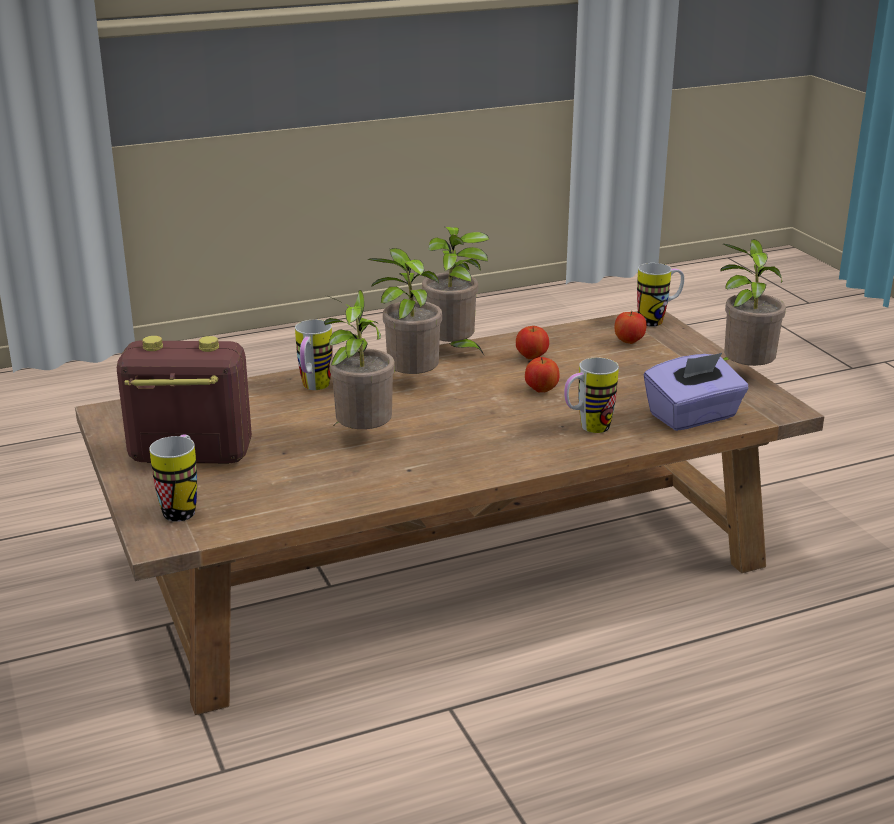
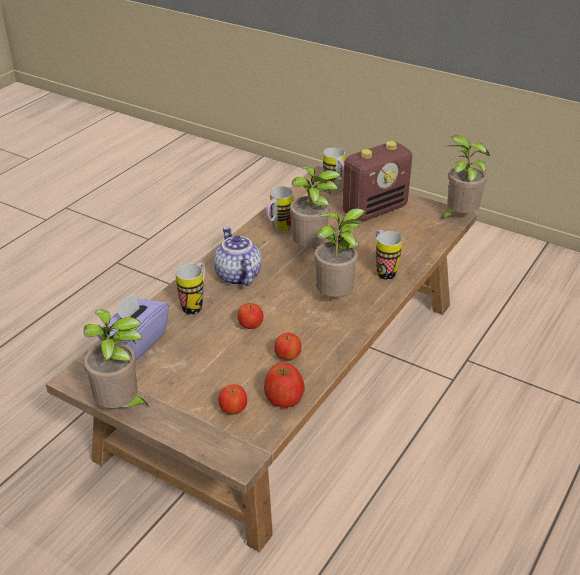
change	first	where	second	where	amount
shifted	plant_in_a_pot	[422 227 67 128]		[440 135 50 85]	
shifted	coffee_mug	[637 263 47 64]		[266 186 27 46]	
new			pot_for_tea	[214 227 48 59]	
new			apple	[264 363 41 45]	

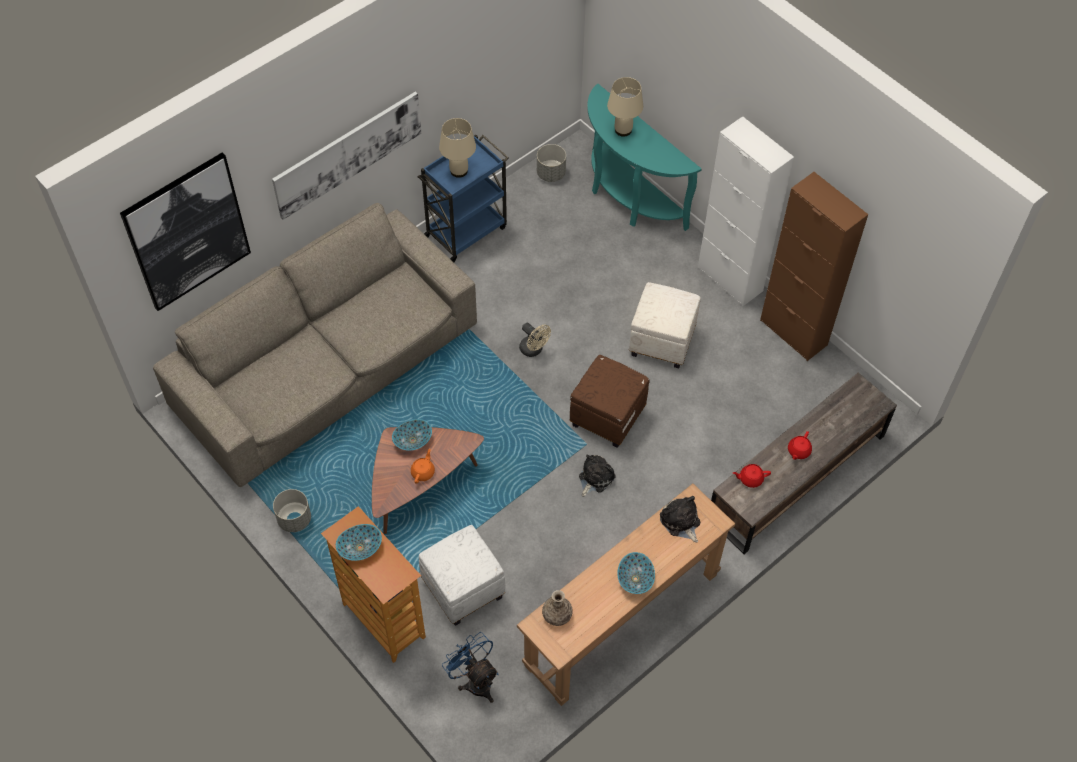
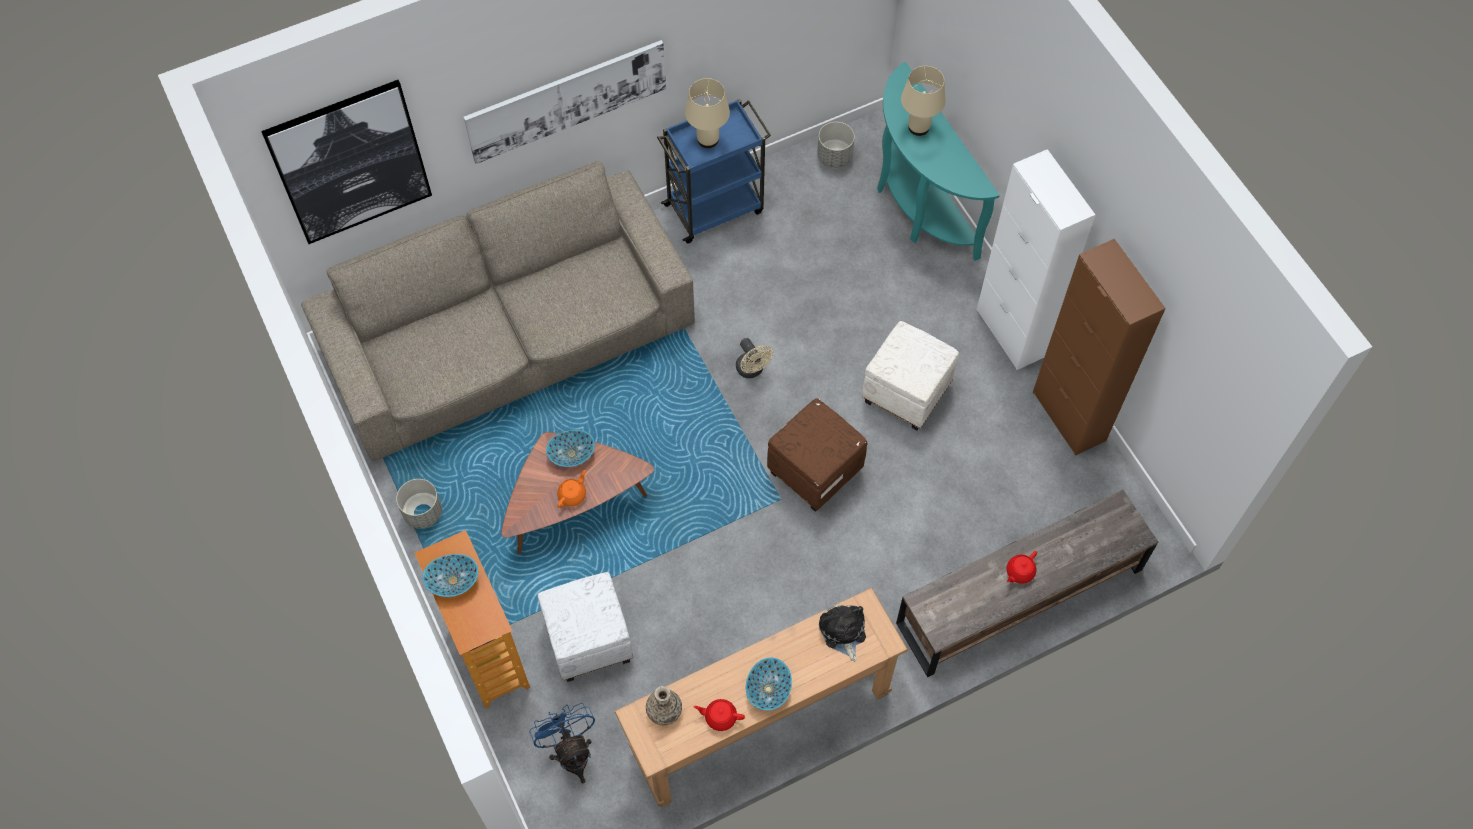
change	first	where	second	where	amount
gone	cuddly_toy	[579 455 37 42]			
shifted	red_pot_for_tea	[733 464 38 24]		[694 699 51 32]	

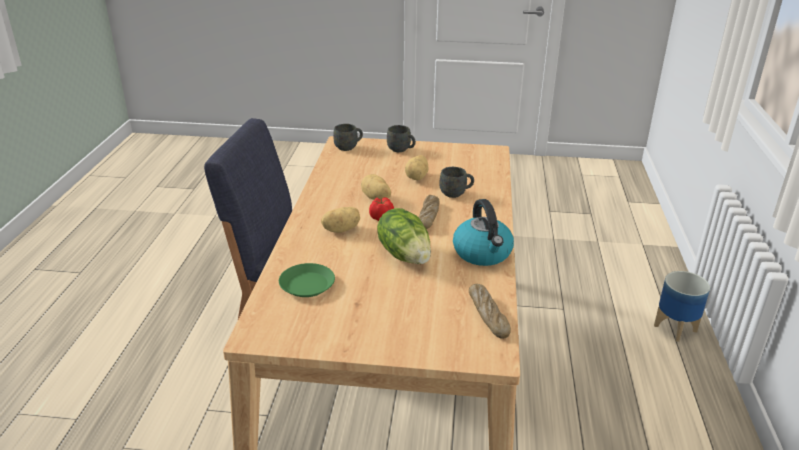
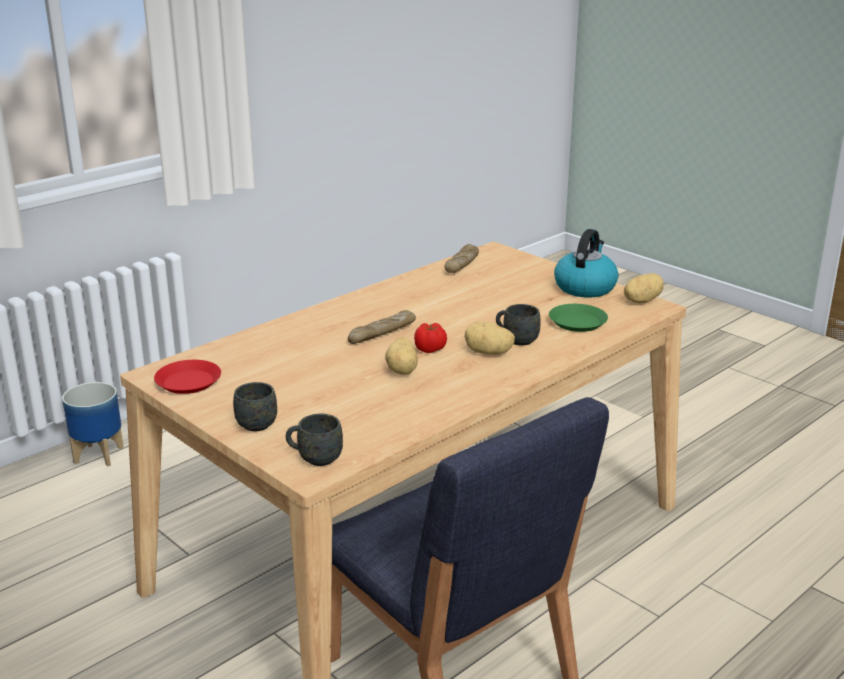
change	first	where	second	where	amount
shifted	potato	[405 155 23 25]		[624 273 40 30]	
shifted	greyish_coffee_mug	[440 167 34 31]		[496 304 45 42]	
shifted	water_kettle	[453 199 61 67]		[554 229 65 69]	
gone	head_of_lettuce	[377 208 54 56]			
new			red_plate	[154 360 67 34]	

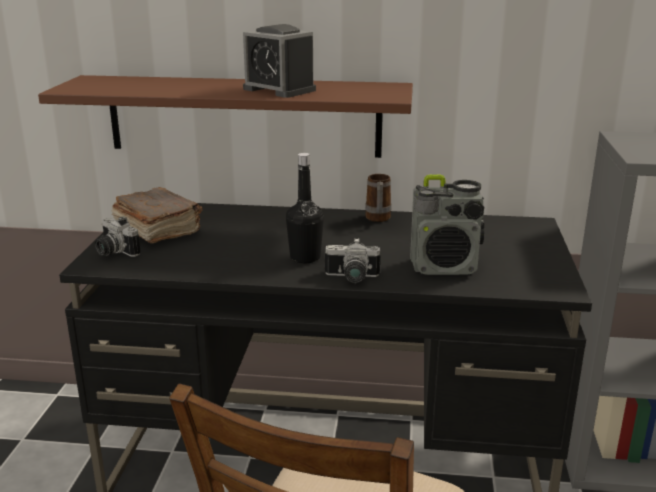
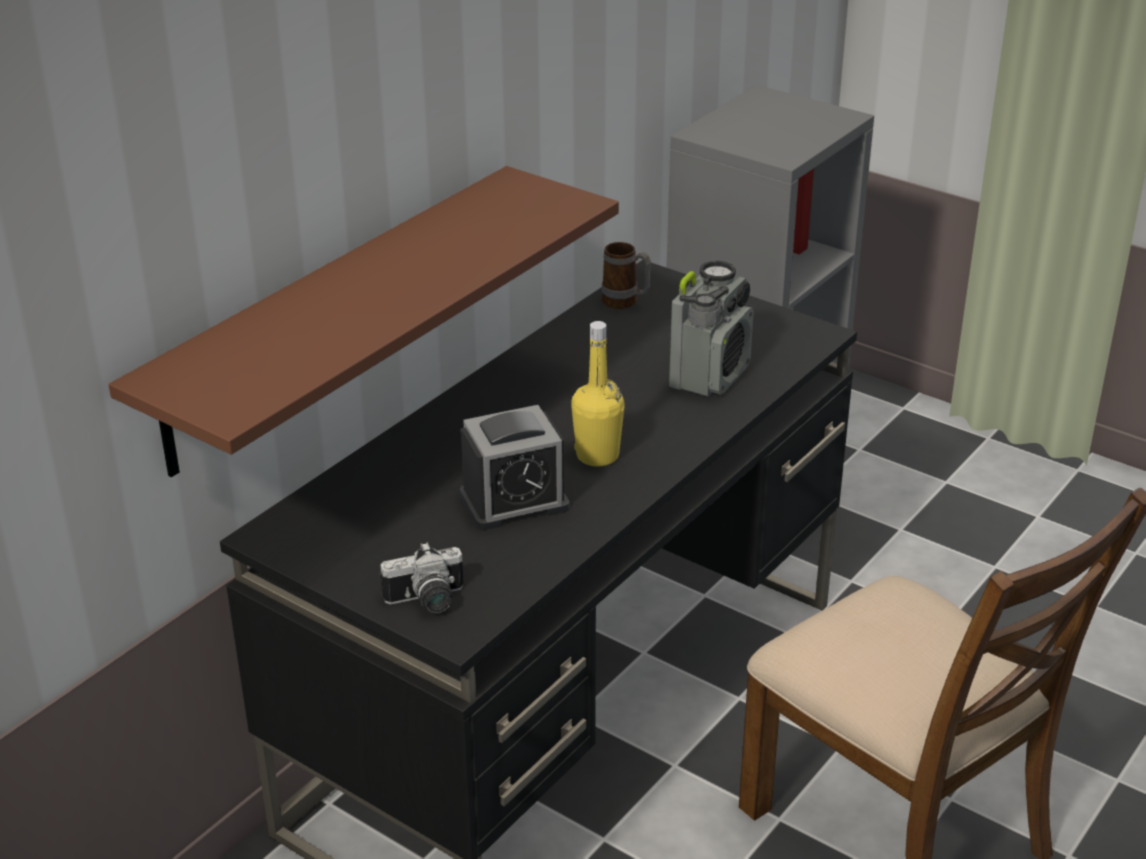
change	first	where	second	where	amount
shifted	table_clock	[243 24 73 74]		[460 405 109 125]	
repainted	black-coloured_beverage_bottle	[286 153 38 110]	yellow-coloured_beverage_bottle	[571 321 54 145]	
shifted	coffee_mug	[365 174 26 48]		[602 242 49 67]	
gone	brownish_book	[112 187 90 56]			
gone	still_camera	[325 238 56 45]			

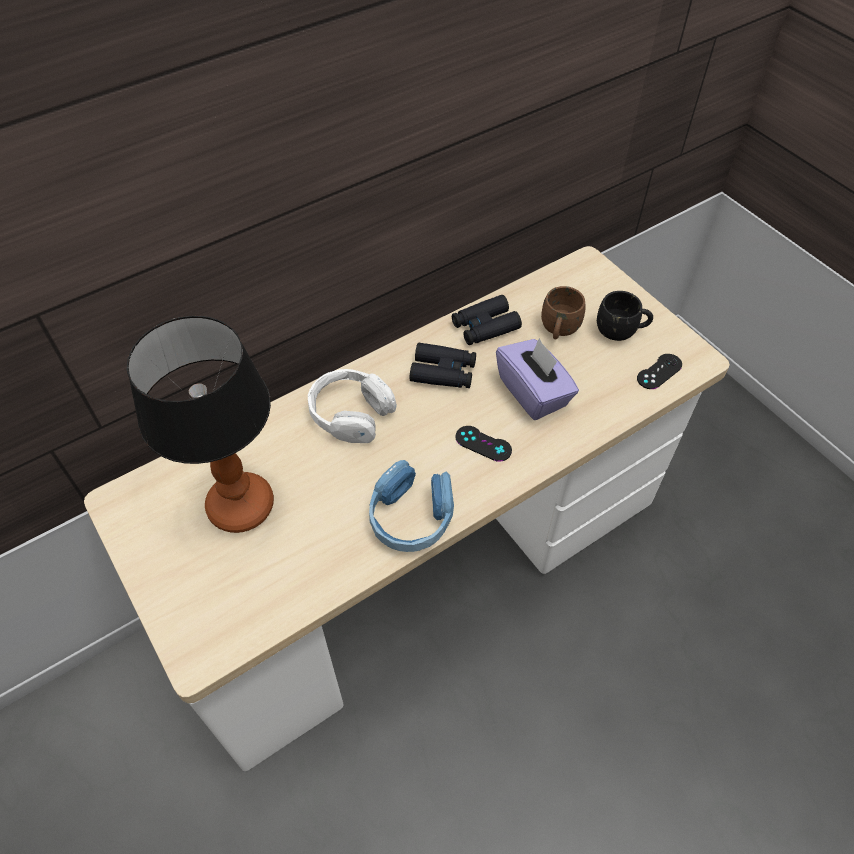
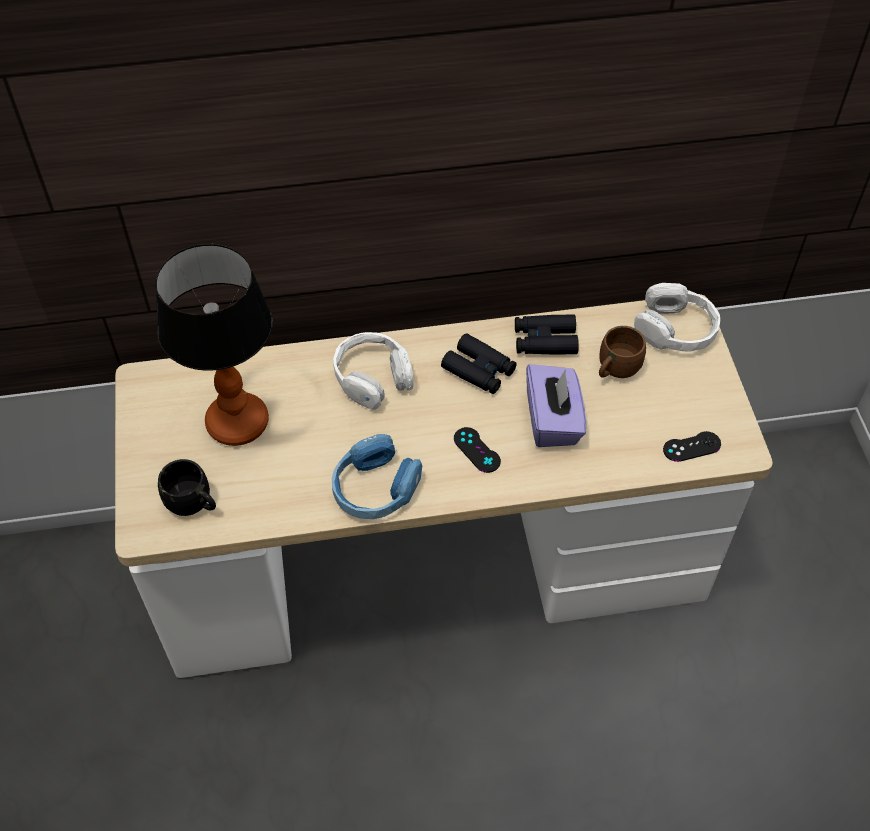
change	first	where	second	where	amount
shifted	black-coloured_coffee_mug	[597 291 56 50]		[158 459 58 57]	
new			white_pair_of_headphones	[634 283 86 69]	

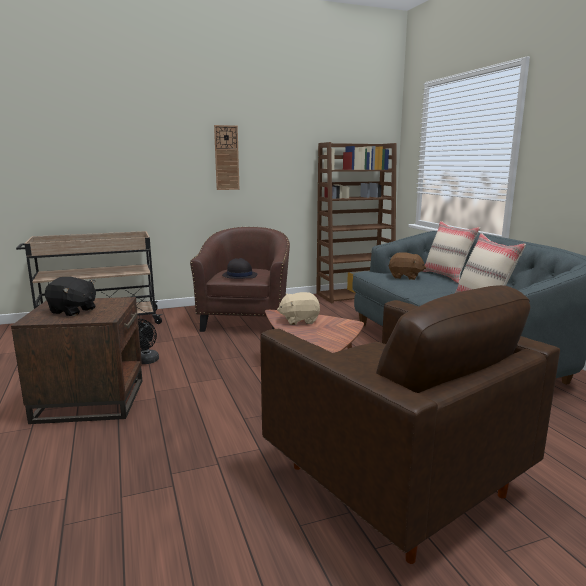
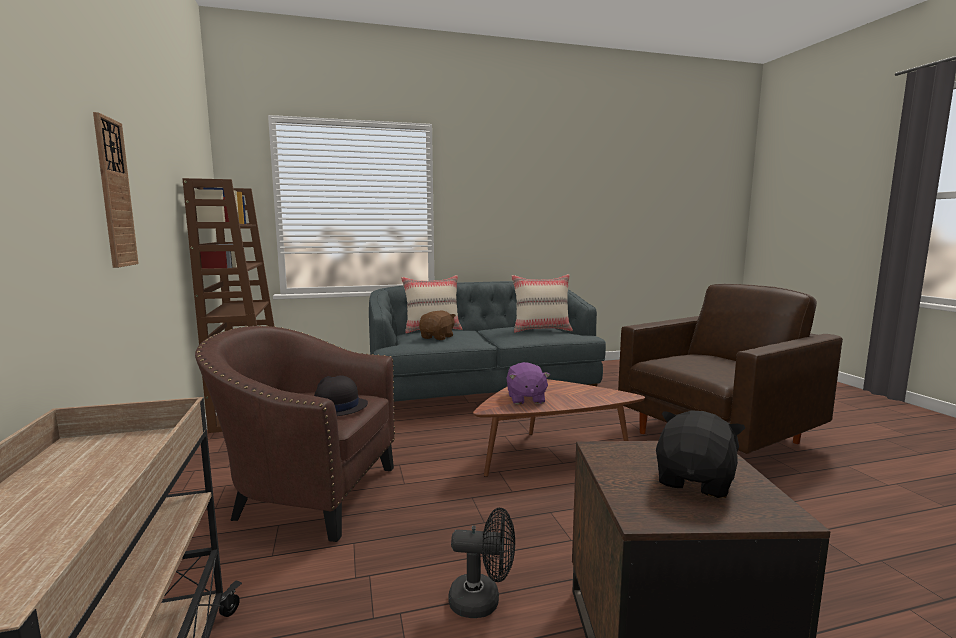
change	first	where	second	where	amount
repainted	beige_cuddly_toy	[277 292 43 33]	purplish_cuddly_toy	[507 362 43 43]	

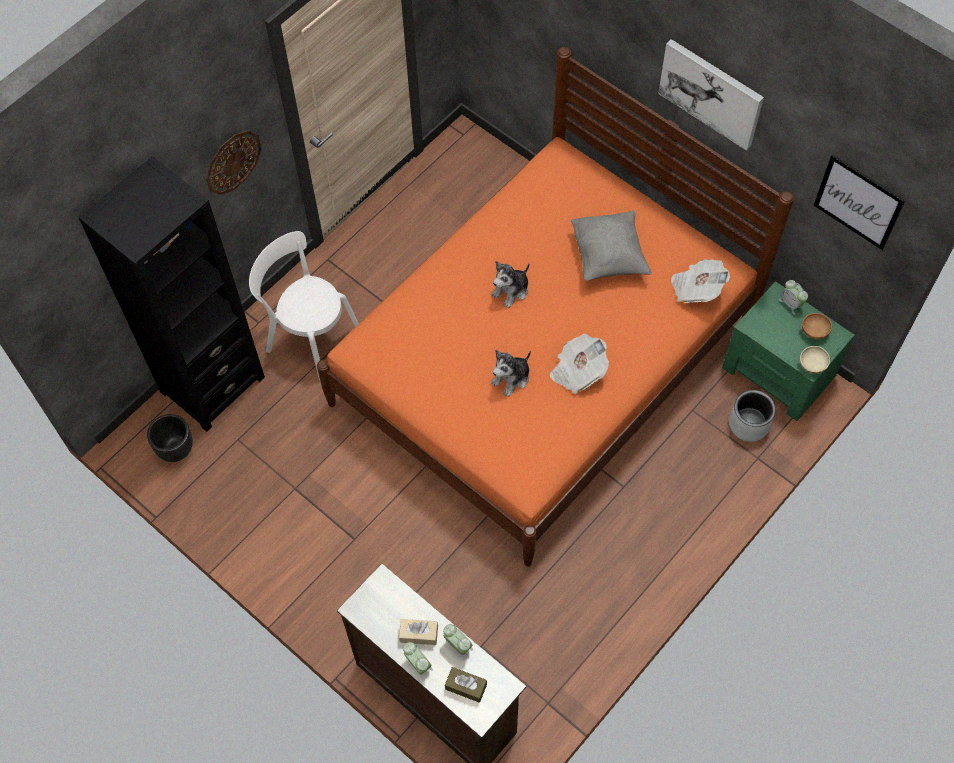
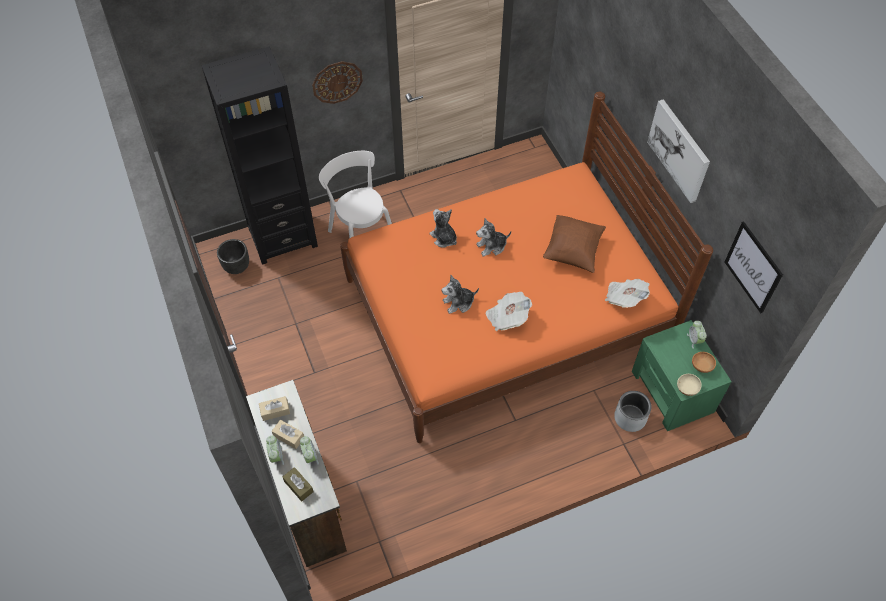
change	first	where	second	where	amount
repainted	greyish_cushion	[571 211 81 70]	brownish_cushion	[543 215 63 58]	
new			cuddly_toy	[429 209 28 39]	
new			beige_tissue_box	[259 396 31 25]	

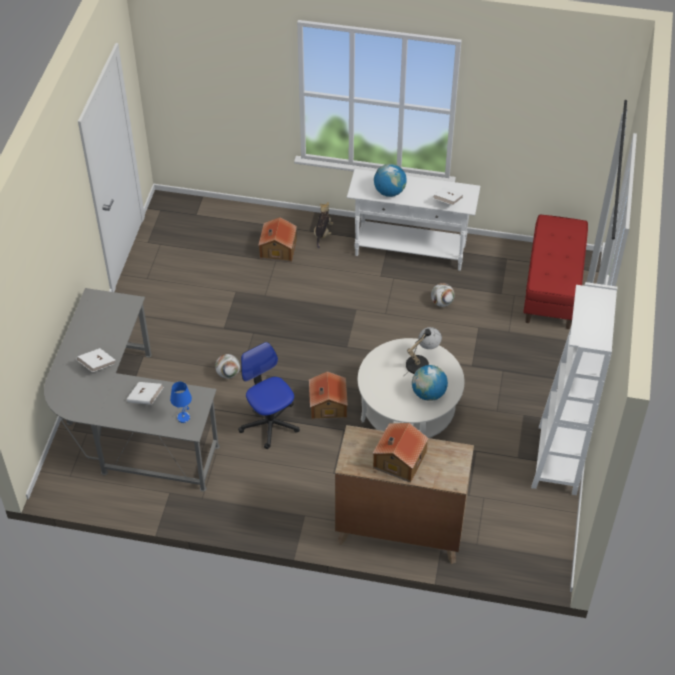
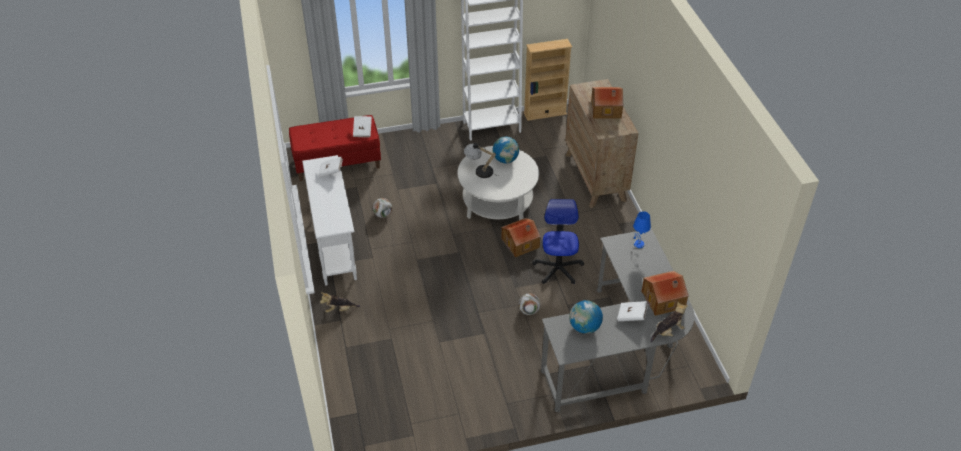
change	first	where	second	where	amount
shifted	globe	[374 164 33 33]		[569 300 34 34]	
shifted	miniature_house	[258 217 39 45]		[641 271 48 45]	
rotated	office_chair	[238 342 62 107]		[532 199 52 85]	150 degrees clockwise
shifted	white_book	[127 382 37 23]		[353 116 19 21]	
new			beige_bookcase	[524 39 48 82]	
new			cuddly_toy	[651 302 37 40]	

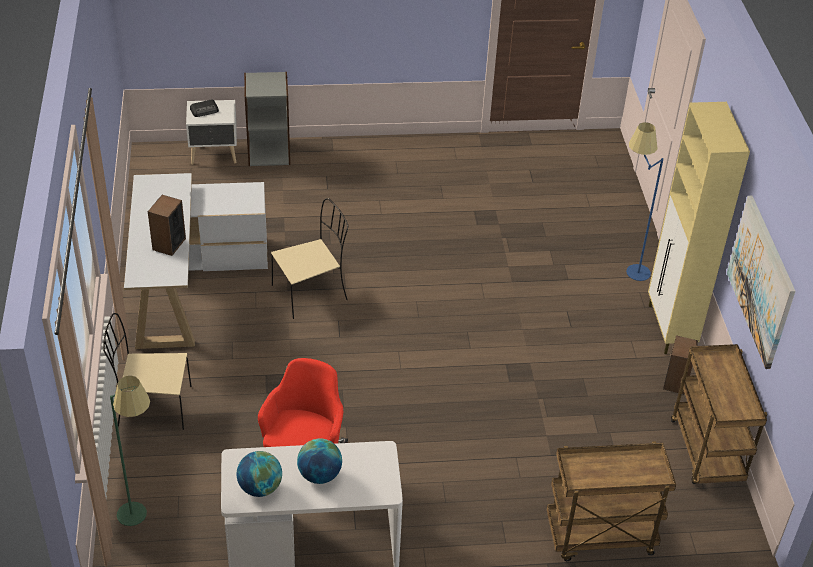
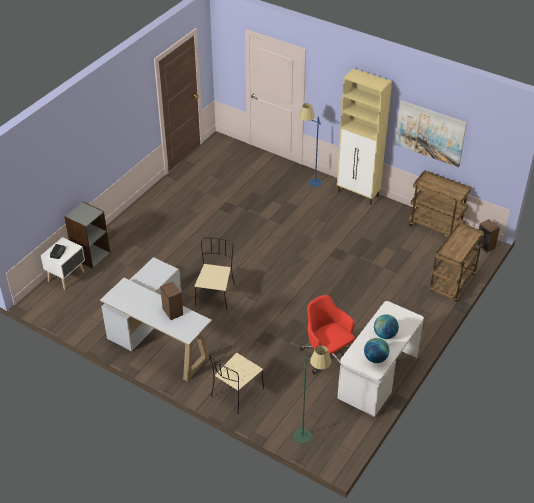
change	first	where	second	where	amount
shifted	speaker	[663 335 35 60]		[477 219 23 34]	

